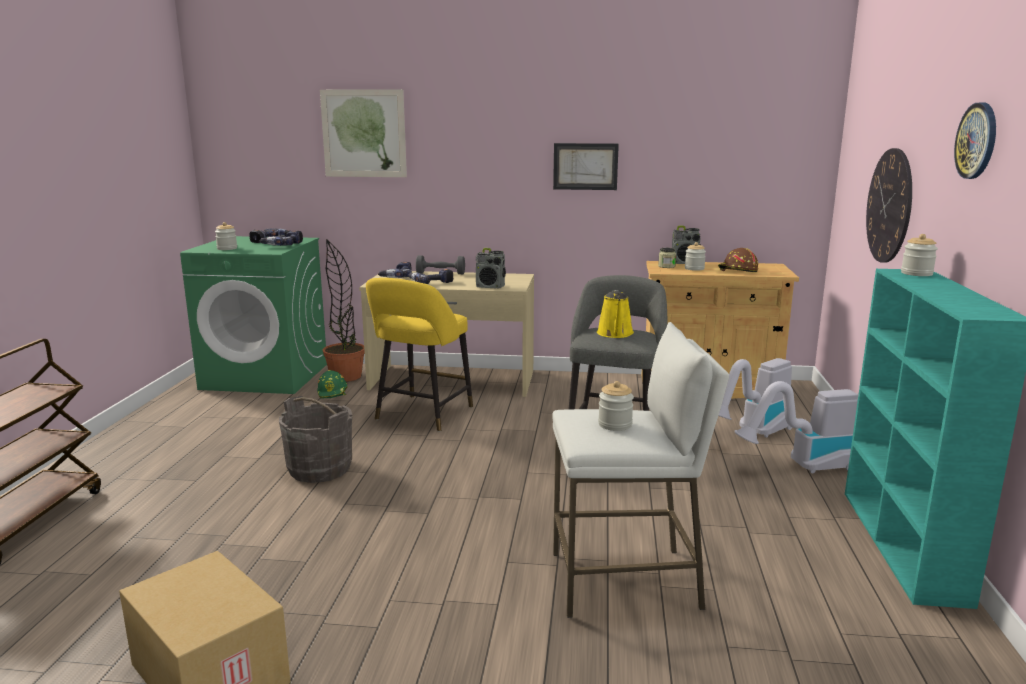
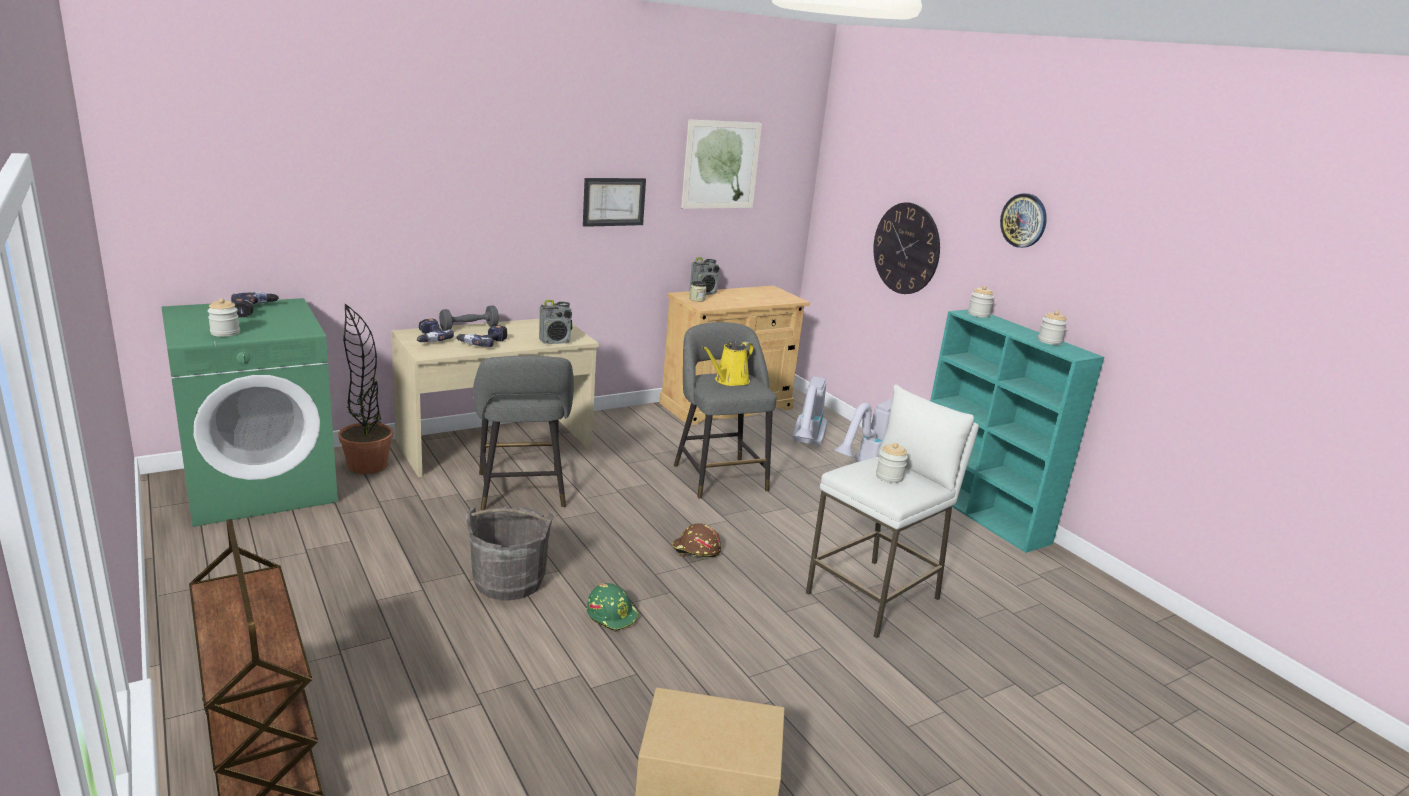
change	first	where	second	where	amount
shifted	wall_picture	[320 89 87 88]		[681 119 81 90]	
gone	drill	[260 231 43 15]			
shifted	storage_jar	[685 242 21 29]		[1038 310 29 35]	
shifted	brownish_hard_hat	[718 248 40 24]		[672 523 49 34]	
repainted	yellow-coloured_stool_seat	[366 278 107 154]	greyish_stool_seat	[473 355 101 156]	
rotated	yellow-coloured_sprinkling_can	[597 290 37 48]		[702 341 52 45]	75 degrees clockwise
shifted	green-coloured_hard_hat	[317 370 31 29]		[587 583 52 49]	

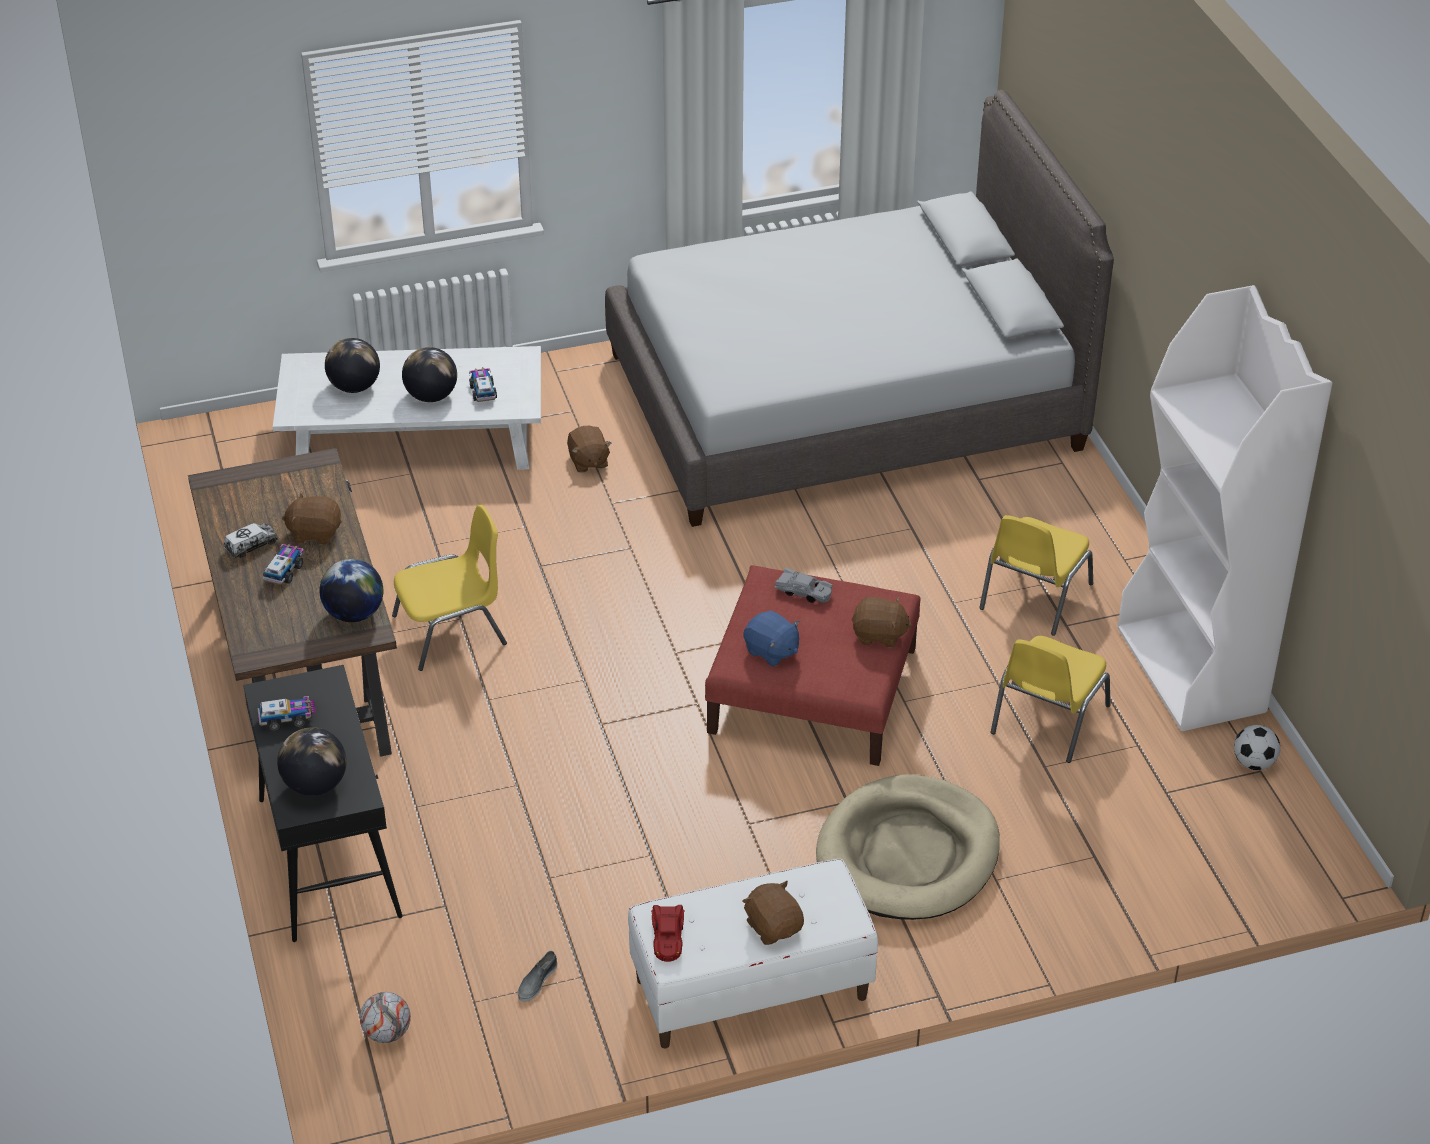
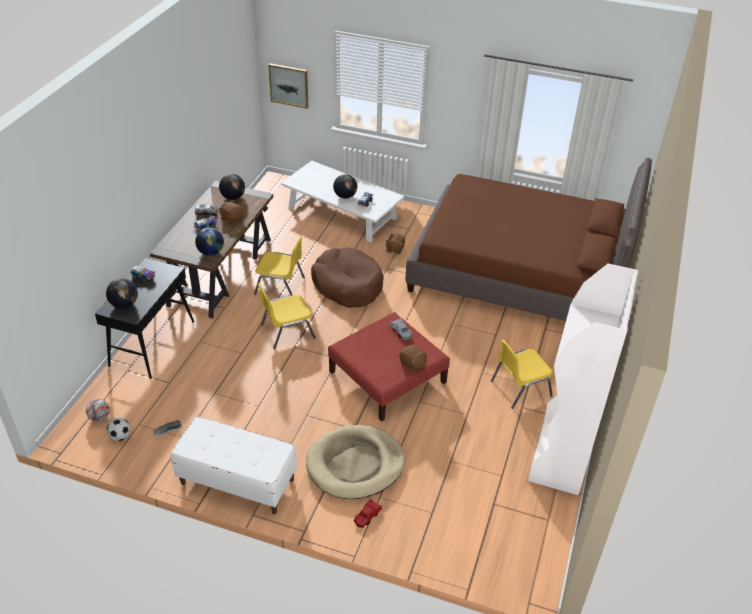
change	first	where	second	where	amount
repainted	greyish_bed	[605 90 509 437]	brownish_bed	[406 158 246 163]	
shifted	globe	[325 338 55 55]		[219 174 26 26]	
gone	bluish_cuddly_toy	[743 611 56 56]			
shifted	yellow-coloured_upright_chair	[991 636 119 127]		[258 283 58 66]	
shifted	football_ball	[1234 725 46 45]		[107 418 24 23]	
gone	brownish_cuddly_toy	[742 881 62 64]			
shifted	red_miniature_car	[651 905 34 57]		[354 499 28 29]	
new			wall_picture	[268 63 40 46]	
new			brownish_dog_bed	[311 247 73 61]	

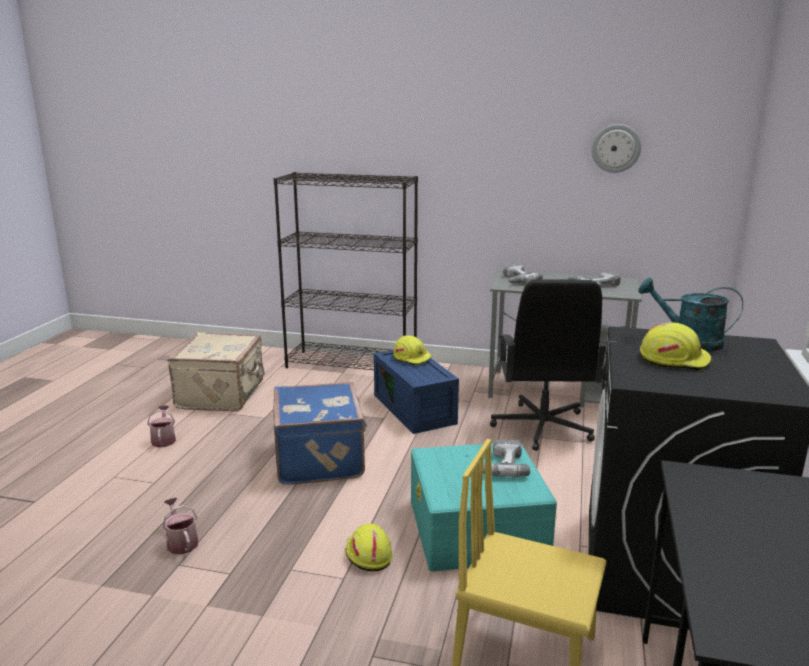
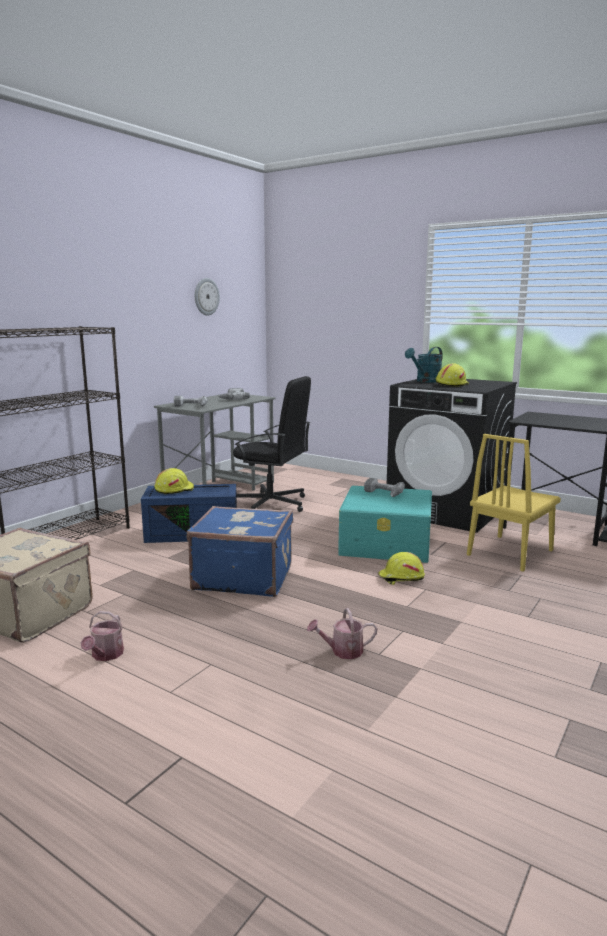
change	first	where	second	where	amount
rotated	sprinkling_can	[147 405 29 43]		[81 611 43 50]	90 degrees counterclockwise

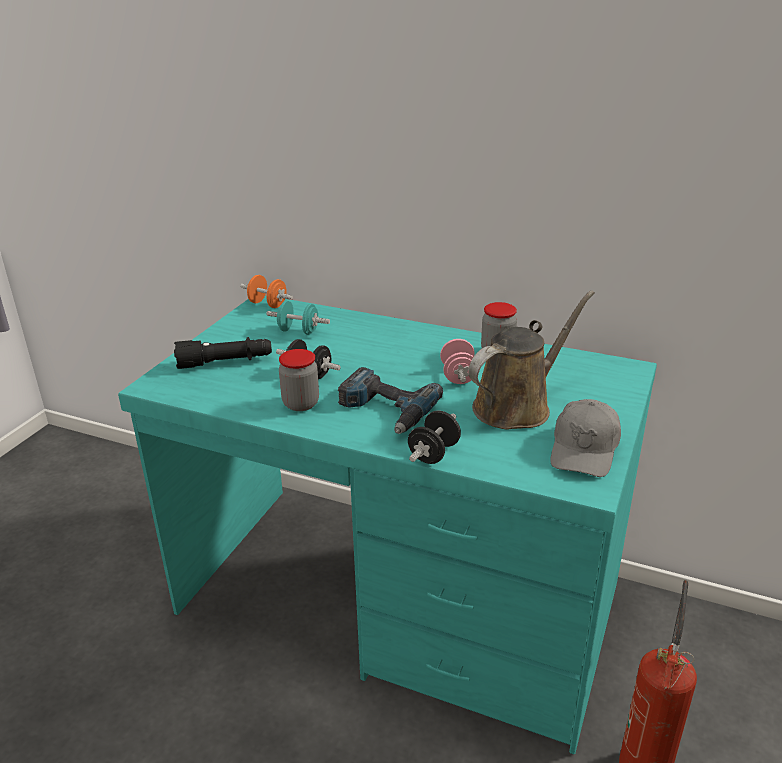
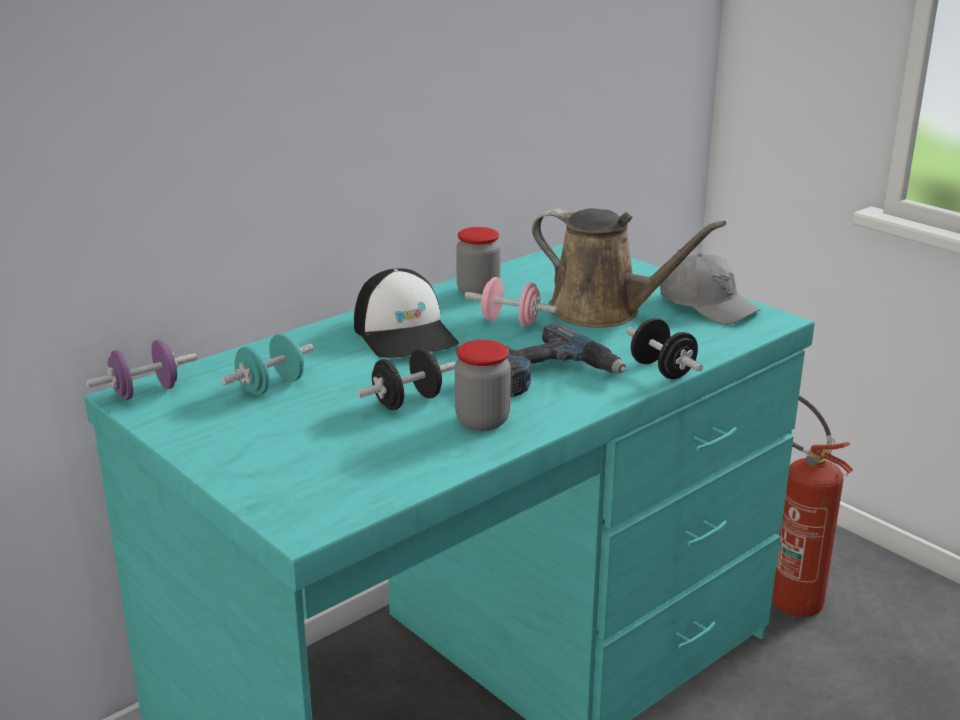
change	first	where	second	where	amount
repainted	orange-coloured_dumbbell	[241 275 52 33]	purplish_dumbbell	[86 340 111 60]	
rotated	brownish_sprinkling_can	[468 291 127 138]		[532 208 194 120]	135 degrees clockwise
gone	black-coloured_hand_torch	[174 337 98 32]			
new			baseball_cap	[354 268 105 90]	

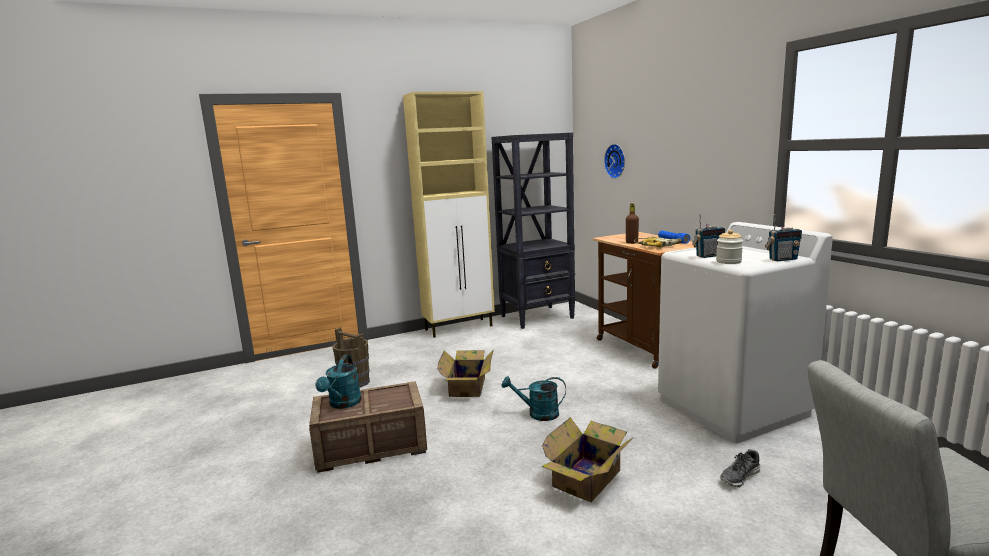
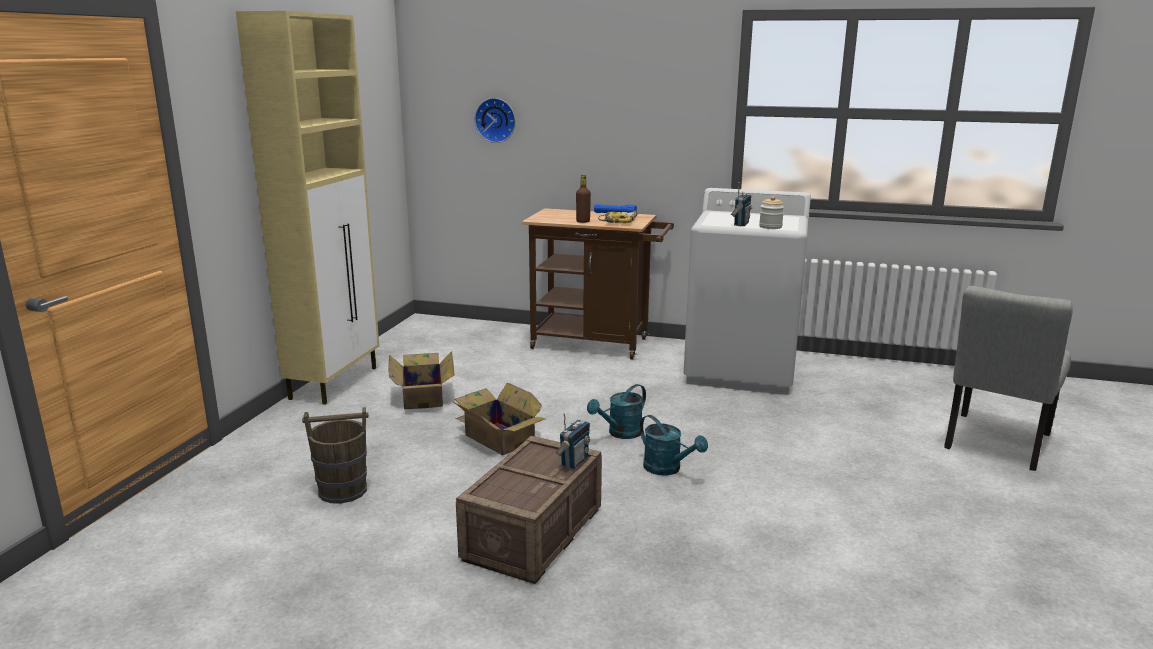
change	first	where	second	where	amount
gone	black-coloured_bookcase	[491 133 84 196]			
shifted	radio	[765 214 37 47]		[556 413 34 56]	
shifted	turquoise-coloured_sprinkling_can	[315 355 46 54]		[640 415 68 61]	
shifted	packing_box	[542 417 92 85]		[388 351 67 58]	
gone	low_shoe	[720 449 41 39]			

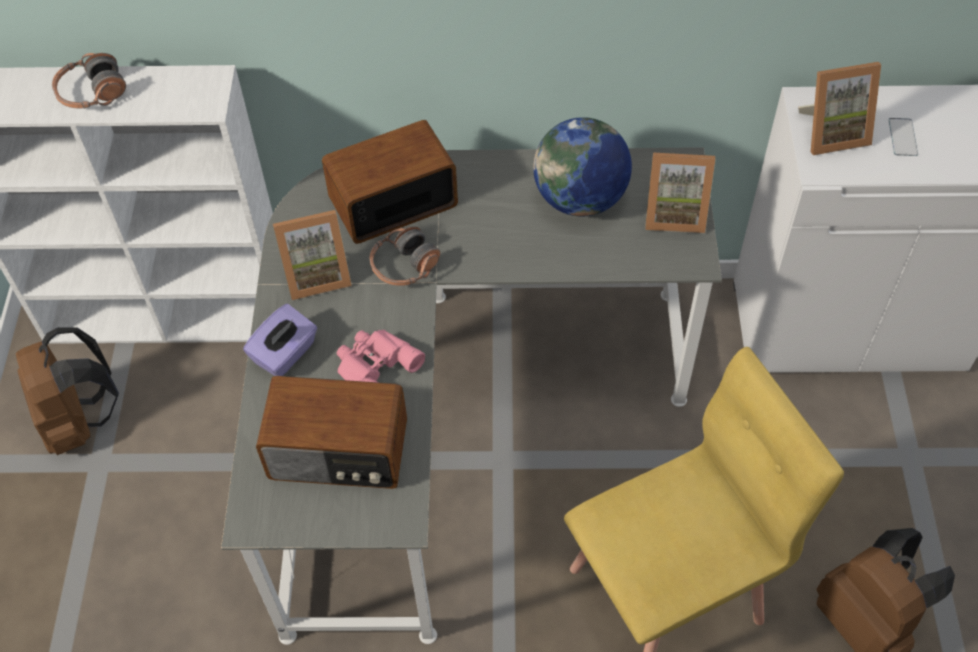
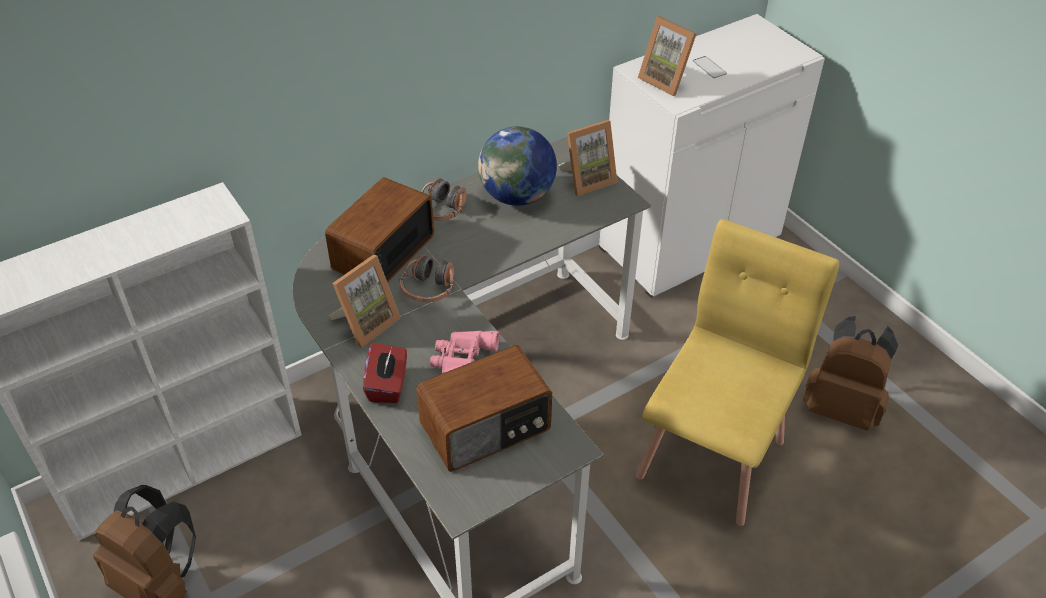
change	first	where	second	where	amount
shifted	pair_of_headphones	[52 53 74 56]		[420 178 47 43]	
rotated	picture_frame	[798 62 83 93]		[638 16 59 80]	90 degrees clockwise
repainted	purplish_tissue_box	[243 304 74 72]	red_tissue_box	[363 342 44 61]	

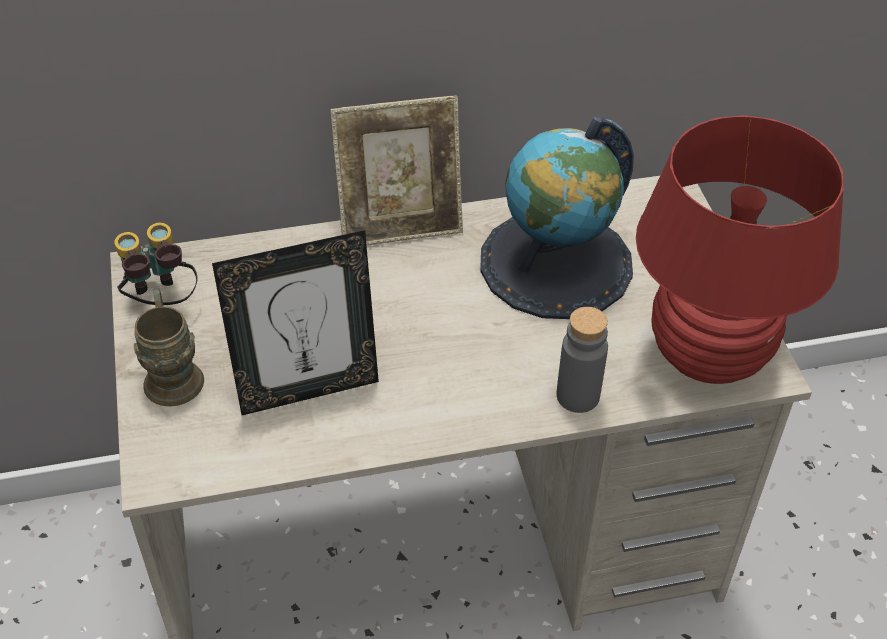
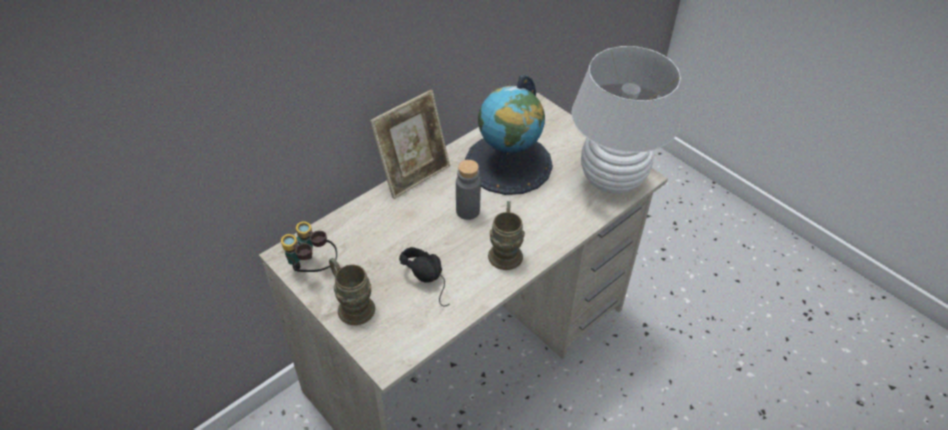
change	first	where	second	where	amount
repainted	red_table_lamp	[636 115 208 269]	white_table_lamp	[571 46 110 148]	
swapped	picture_frame	[212 230 167 185]	black-coloured_pair_of_headphones	[399 247 51 60]	
shifted	greyish_beverage_bottle	[557 307 51 106]		[456 160 25 60]	
new			brownish_coffee_mug	[488 201 37 69]	

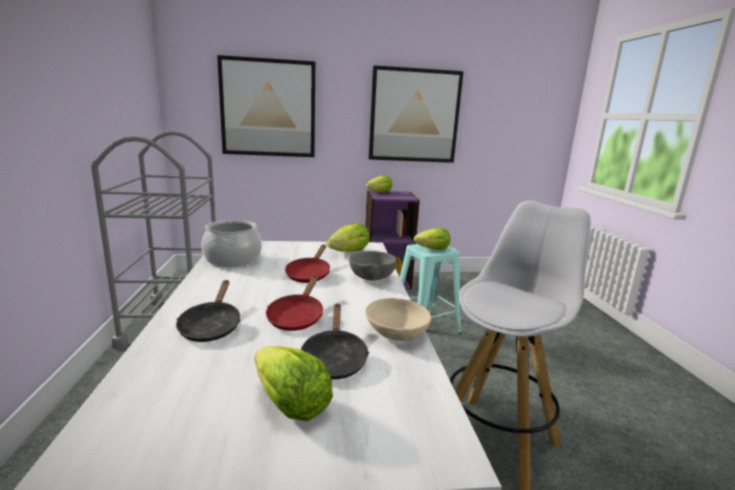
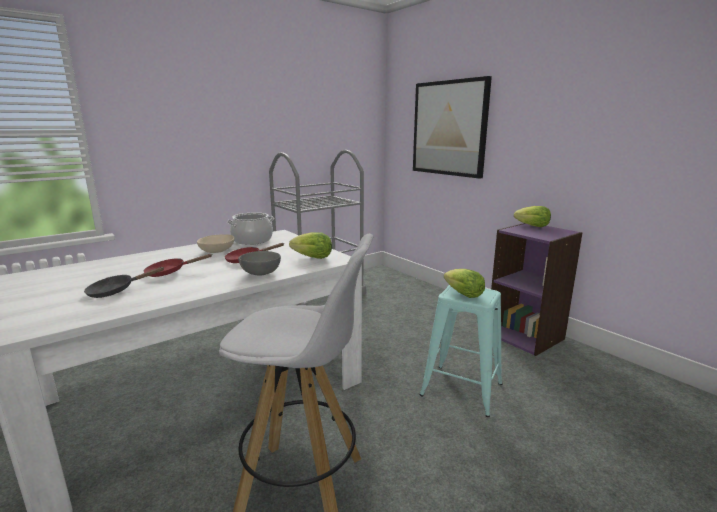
change	first	where	second	where	amount
gone	wall_picture	[369 65 95 98]			
gone	black-coloured_skillet	[176 280 65 62]			
shifted	beige_serving_bowl	[365 298 66 43]		[197 234 38 19]	
gone	head_of_lettuce	[254 346 79 75]			

